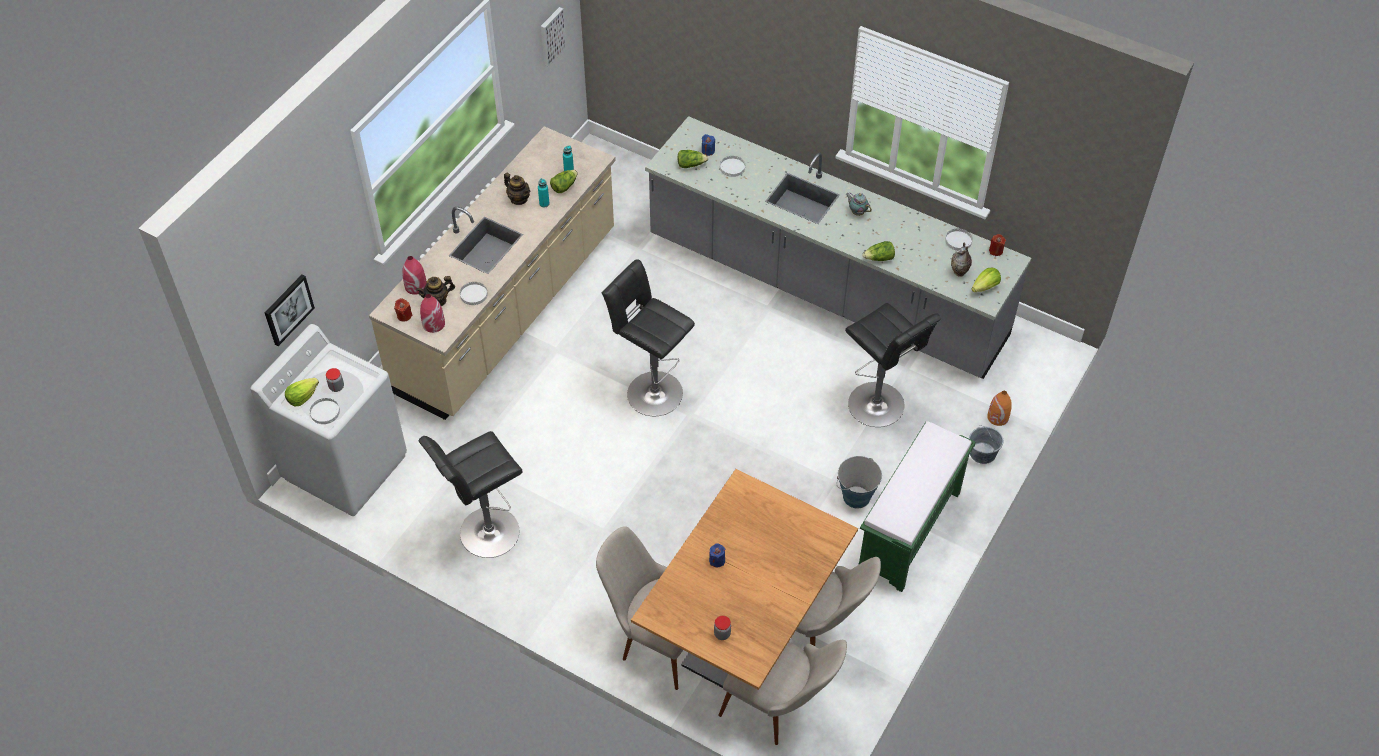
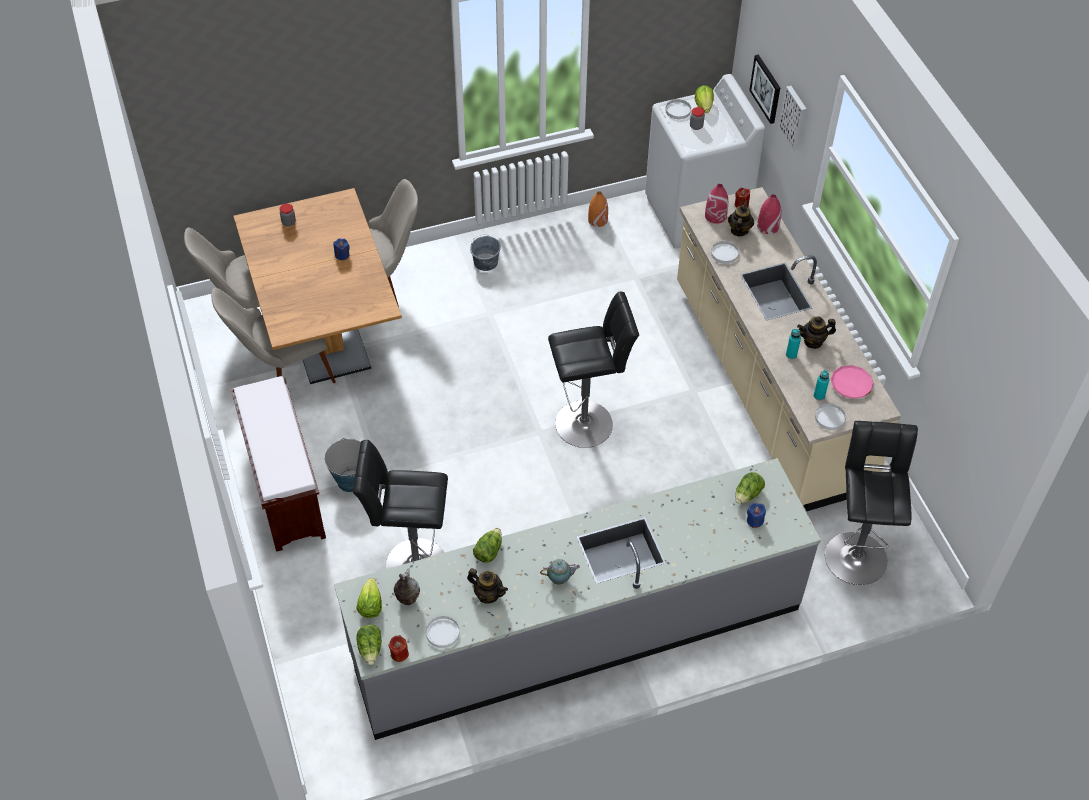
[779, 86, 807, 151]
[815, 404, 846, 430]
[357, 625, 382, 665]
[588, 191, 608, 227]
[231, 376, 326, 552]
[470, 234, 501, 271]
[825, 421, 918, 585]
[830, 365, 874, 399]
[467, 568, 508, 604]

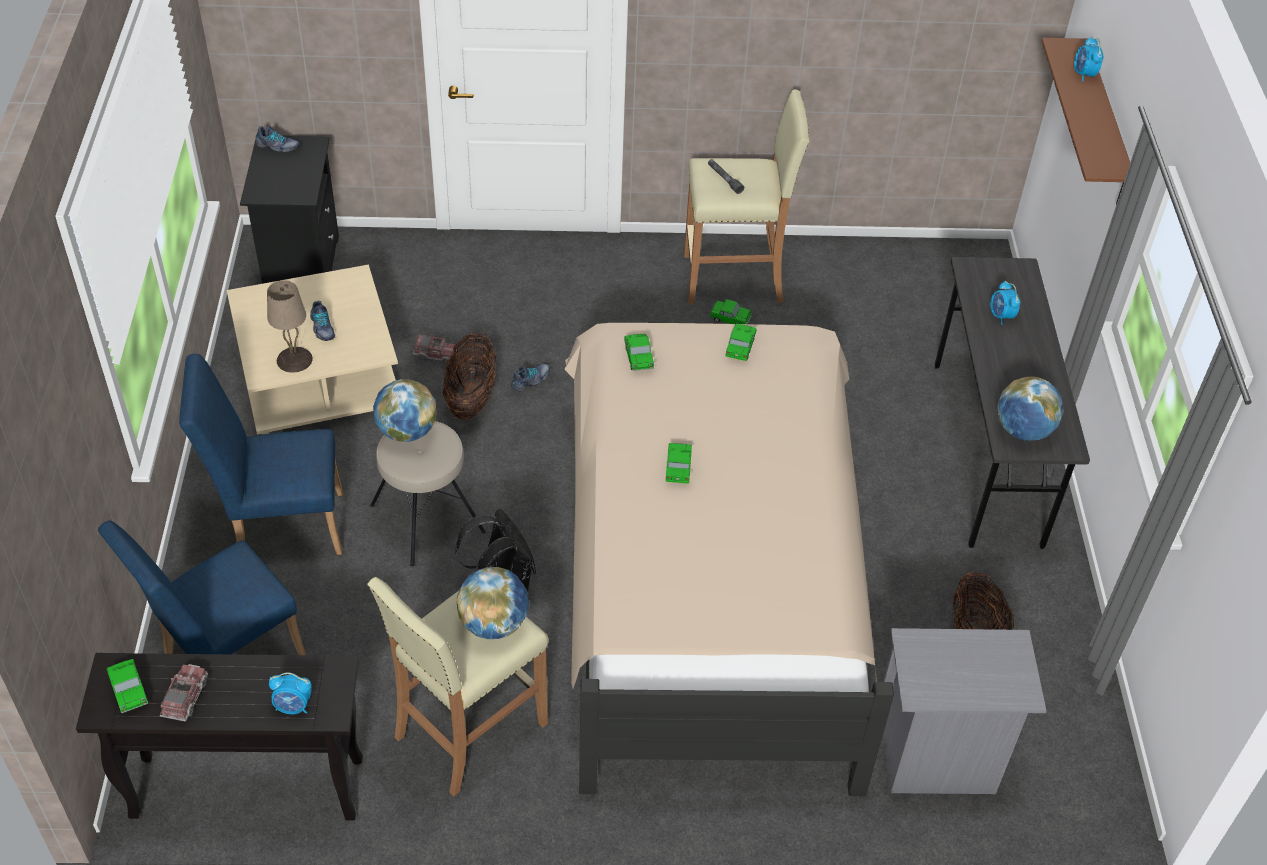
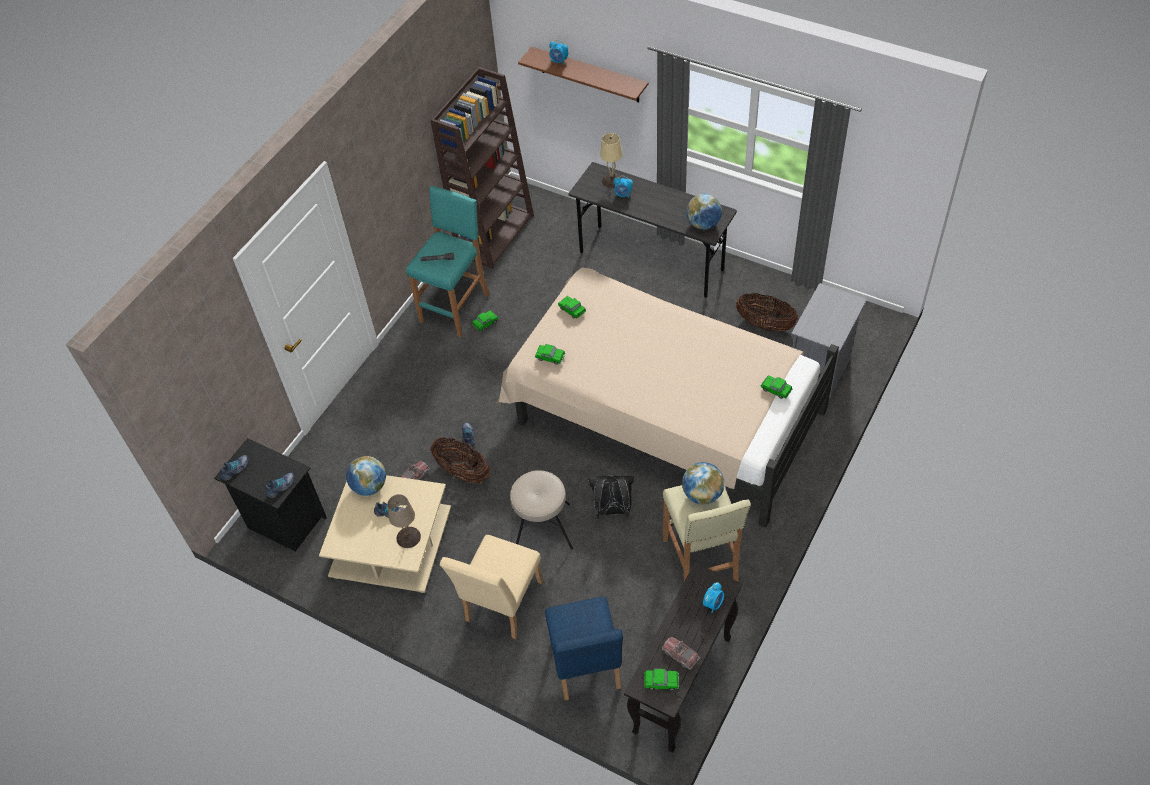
[406, 186, 490, 337]
[440, 535, 543, 639]
[346, 456, 386, 496]
[760, 375, 792, 399]
[430, 67, 534, 269]
[600, 133, 623, 188]
[266, 472, 294, 498]

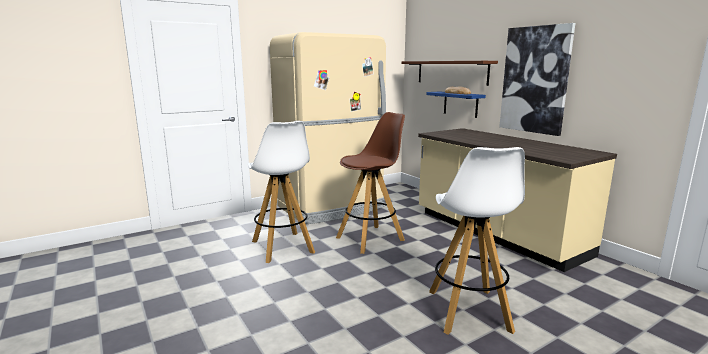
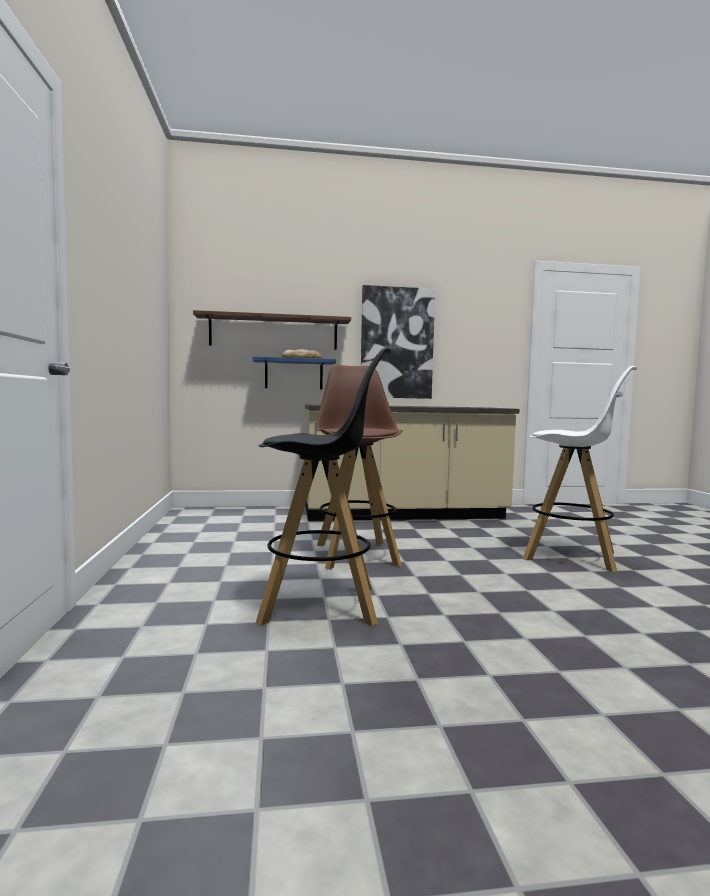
[270, 32, 386, 224] (first image)
[256, 348, 391, 626]

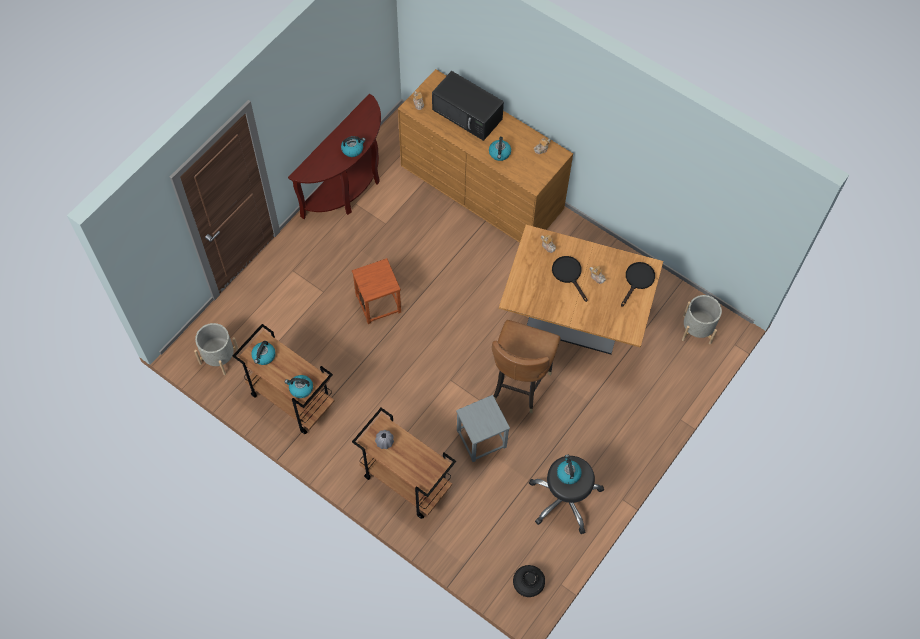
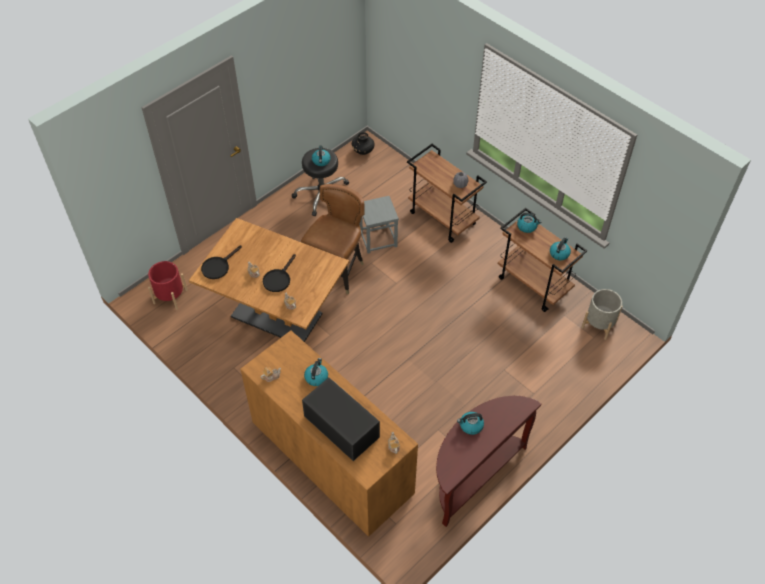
[263, 254, 296, 292]
[352, 258, 401, 324] (first image)
[148, 261, 188, 310]

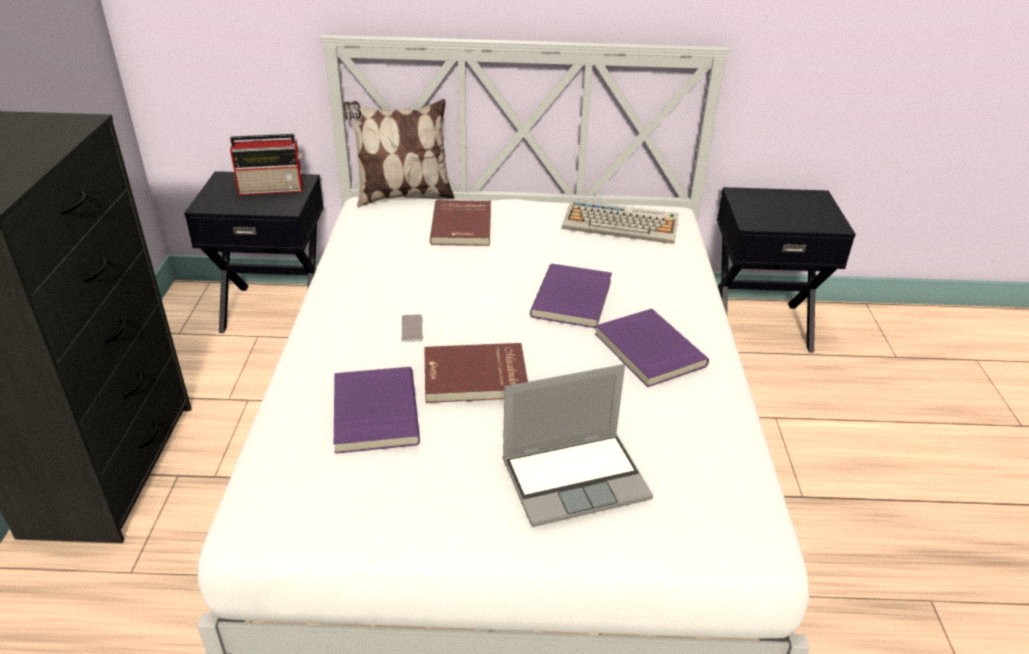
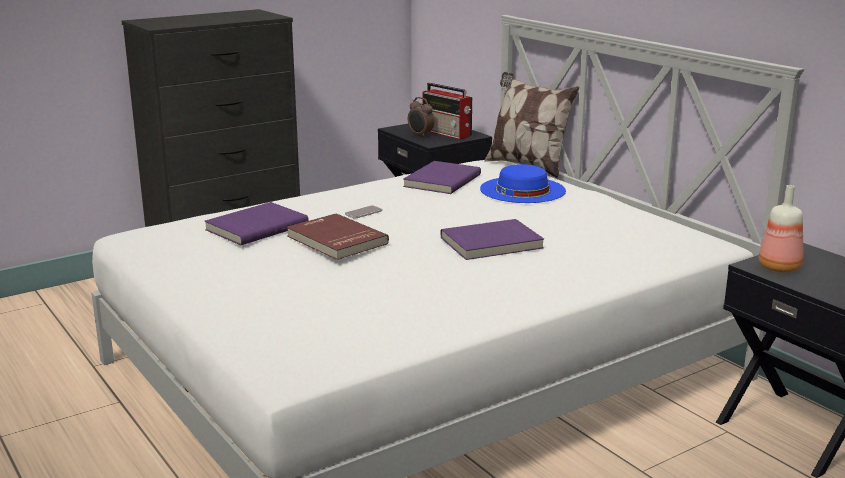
[480, 164, 566, 203]
[562, 200, 679, 244] (first image)
[403, 161, 481, 194]
[502, 364, 653, 527] (first image)
[408, 97, 434, 138]
[758, 185, 803, 273]

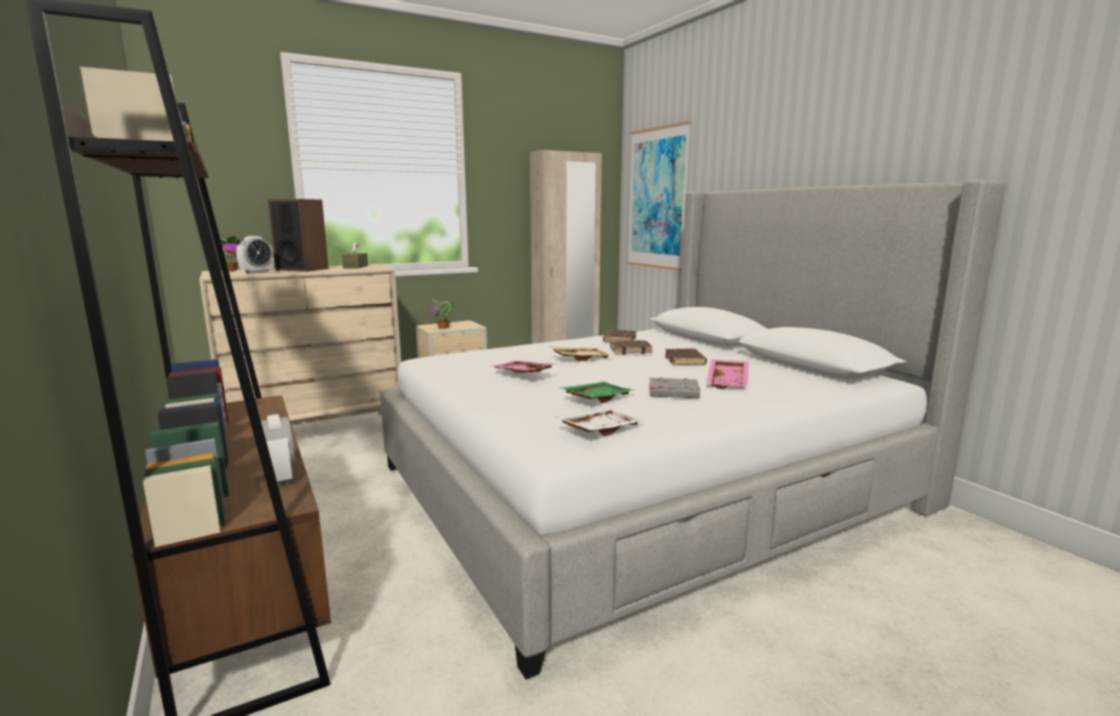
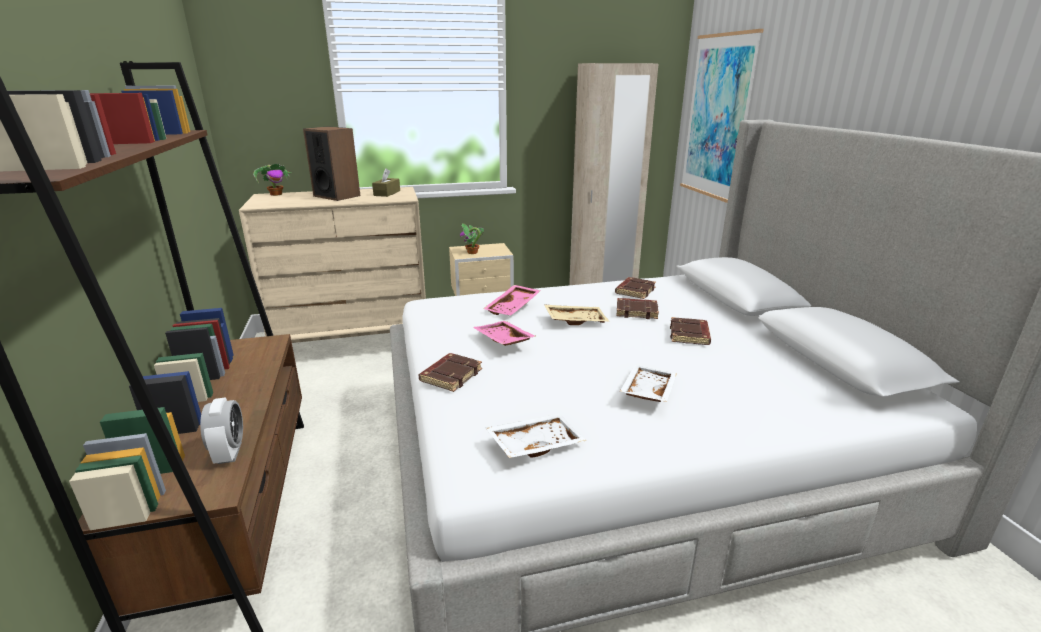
[236, 236, 274, 274] (first image)
[483, 285, 541, 315]
[619, 365, 677, 402]
[560, 381, 635, 403] (first image)
[419, 353, 482, 392]

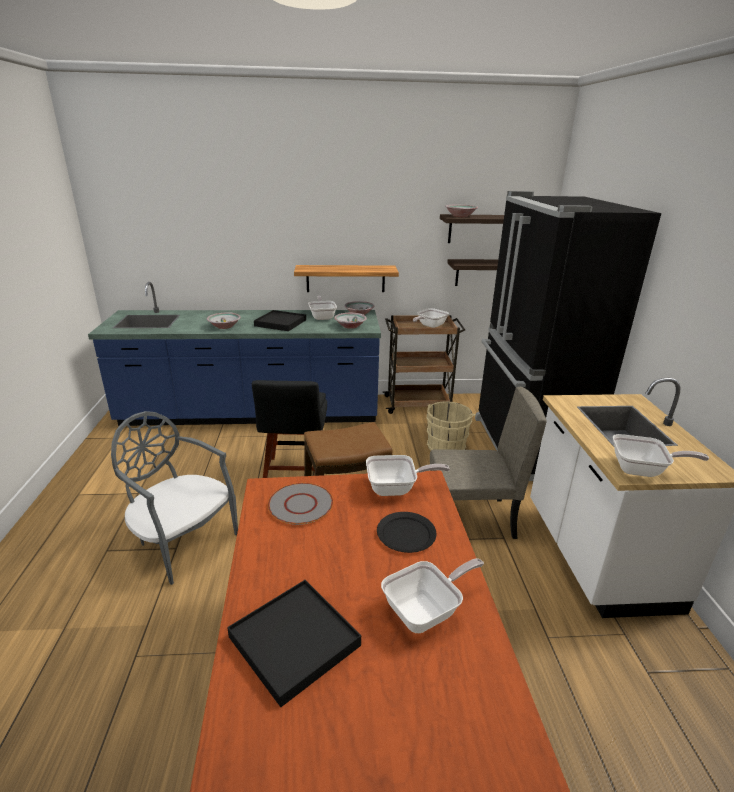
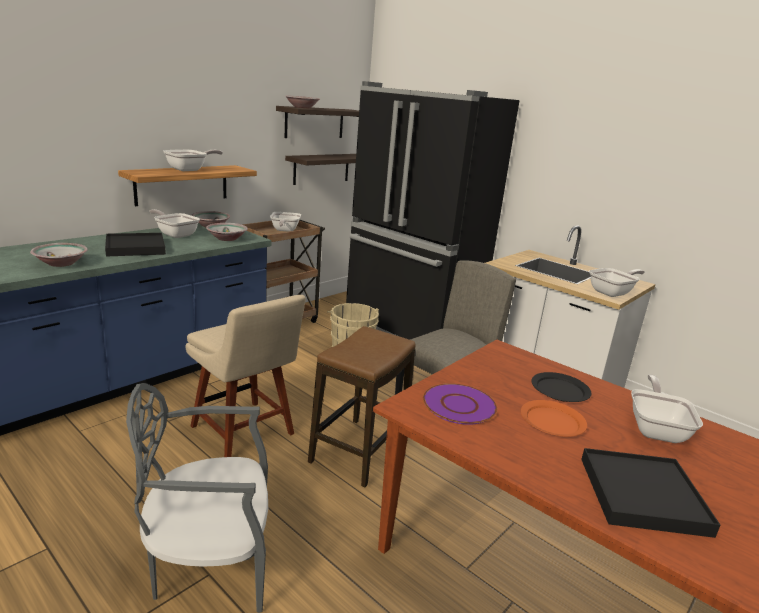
[186, 295, 306, 457]
[163, 150, 223, 171]
[423, 383, 497, 425]
[521, 400, 587, 437]

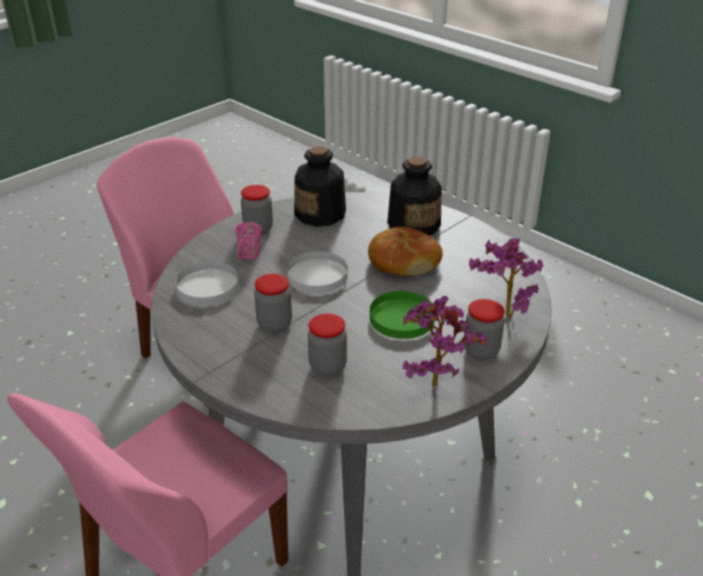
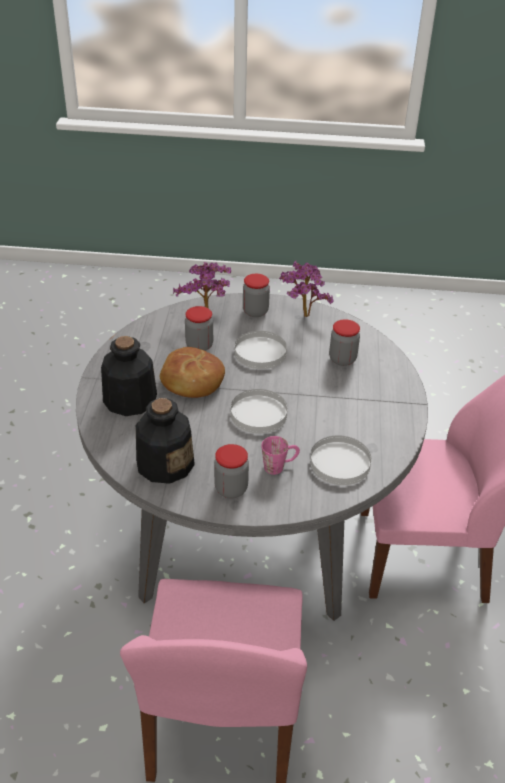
[185, 306, 213, 351]
[235, 331, 287, 369]

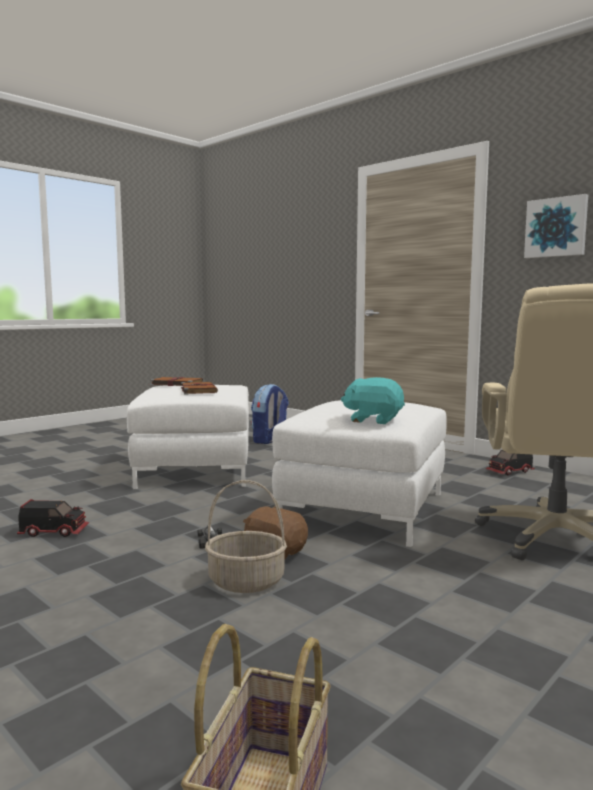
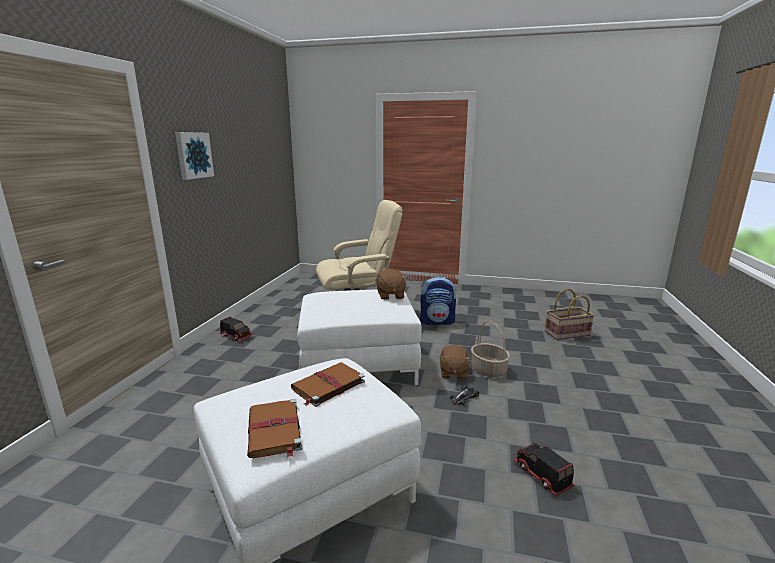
[376, 269, 408, 299]
[420, 277, 457, 325]

